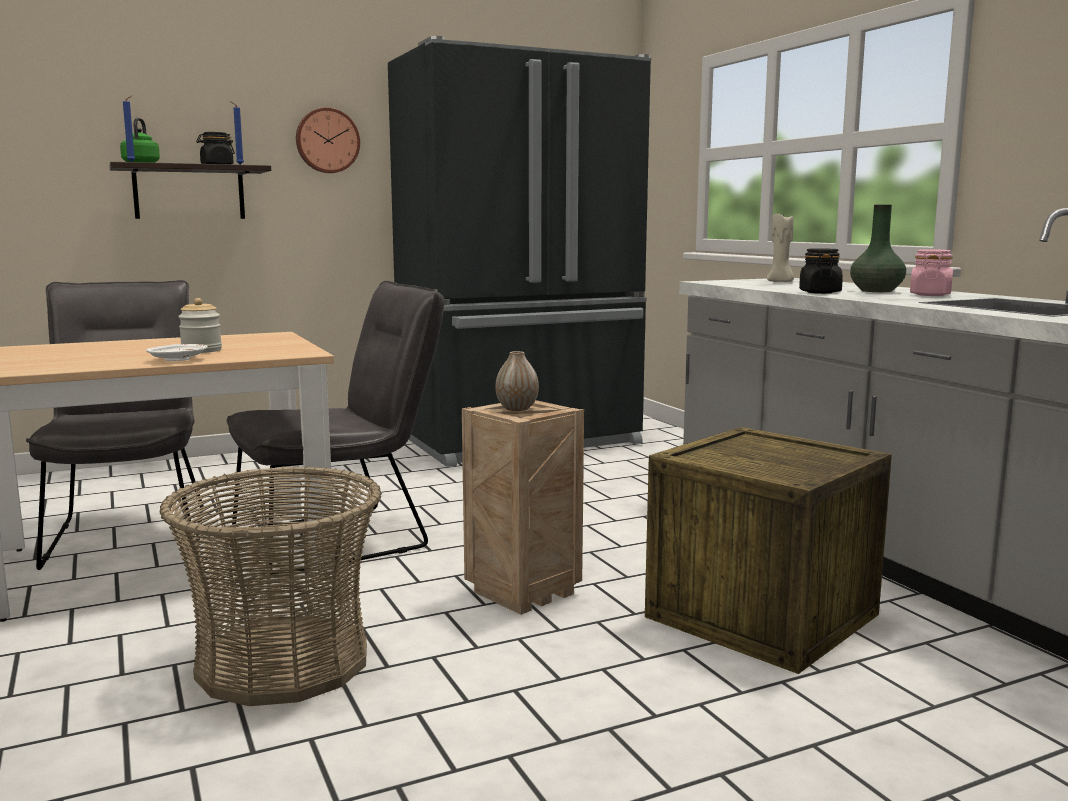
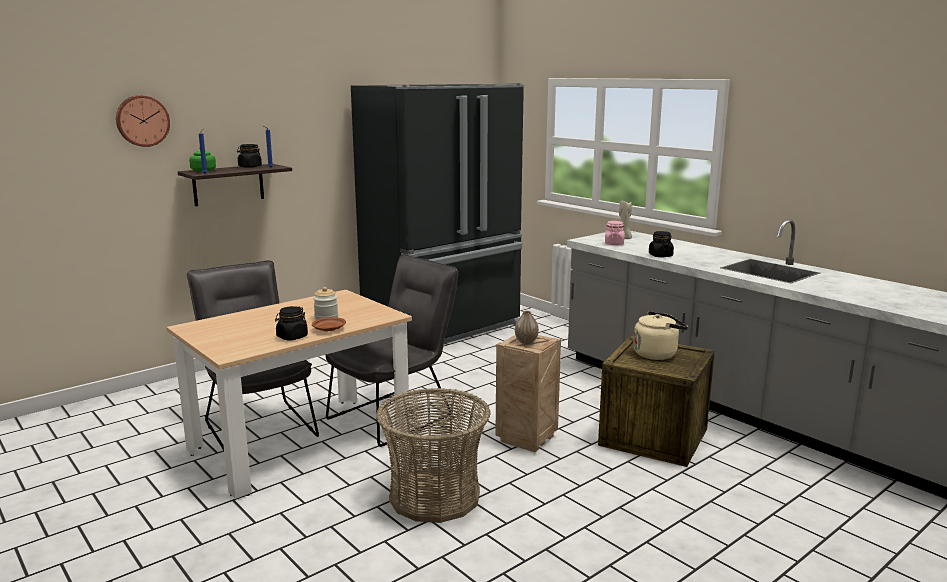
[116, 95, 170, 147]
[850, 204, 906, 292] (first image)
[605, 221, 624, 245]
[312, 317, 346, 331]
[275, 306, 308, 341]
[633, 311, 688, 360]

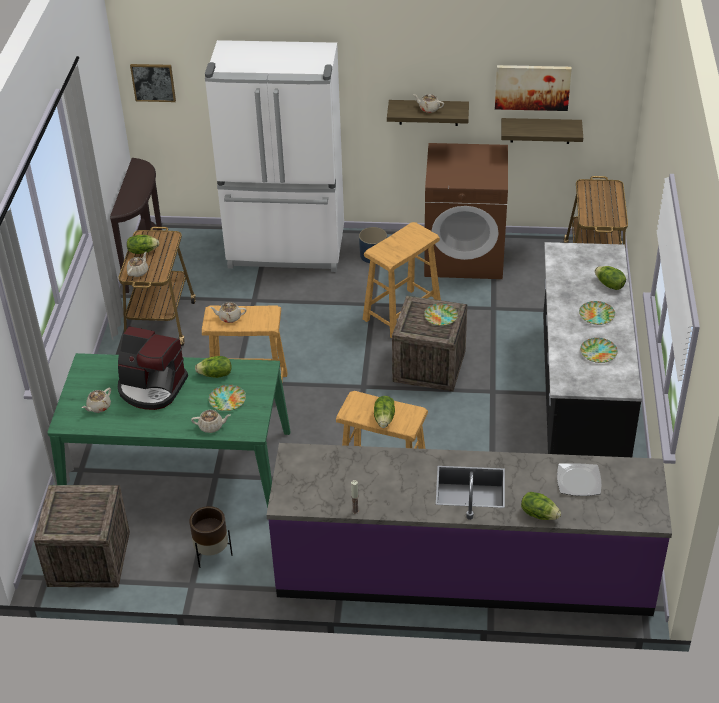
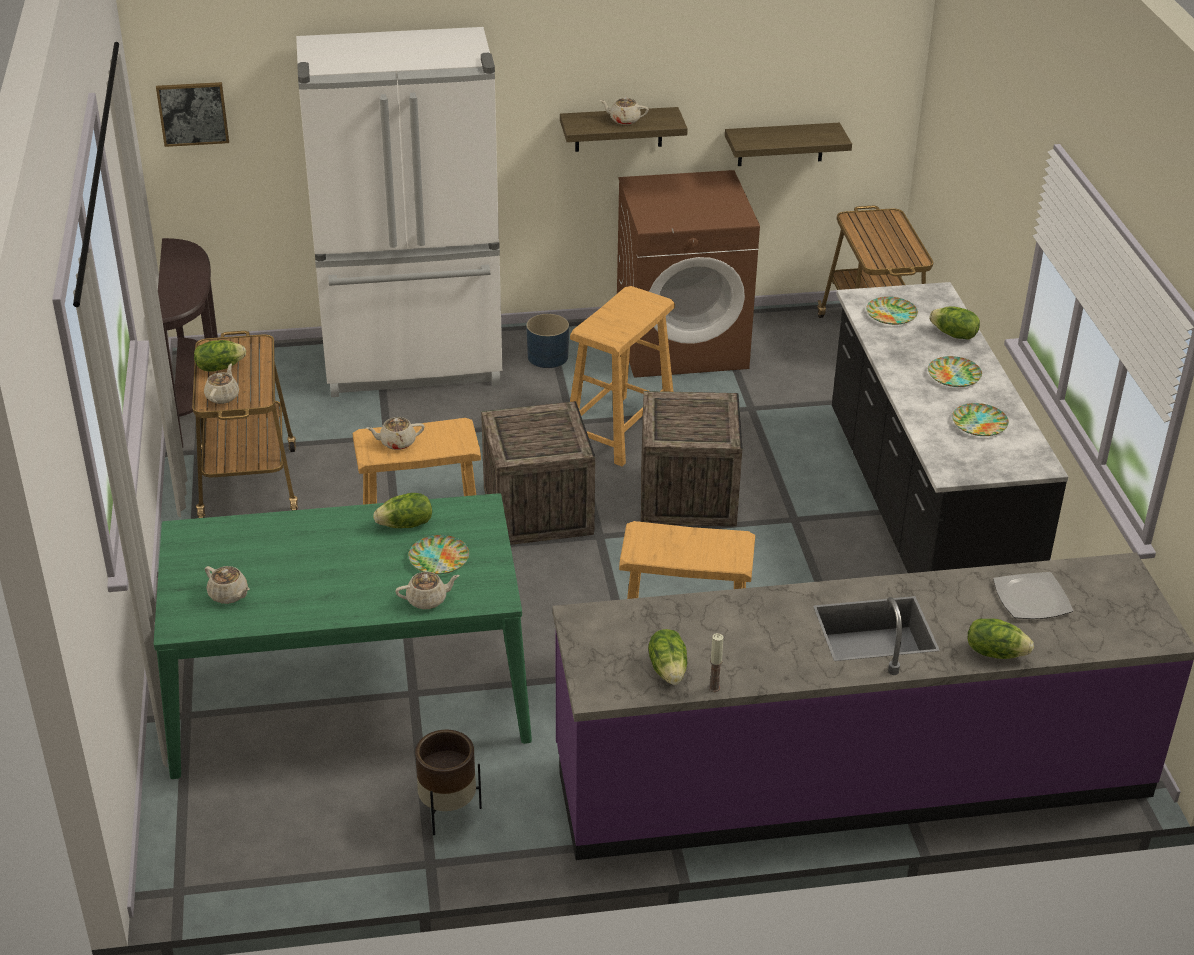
[495, 65, 572, 111] (first image)
[866, 297, 918, 325]
[118, 326, 188, 410] (first image)
[205, 566, 250, 604]
[648, 629, 687, 685]
[481, 401, 595, 545]

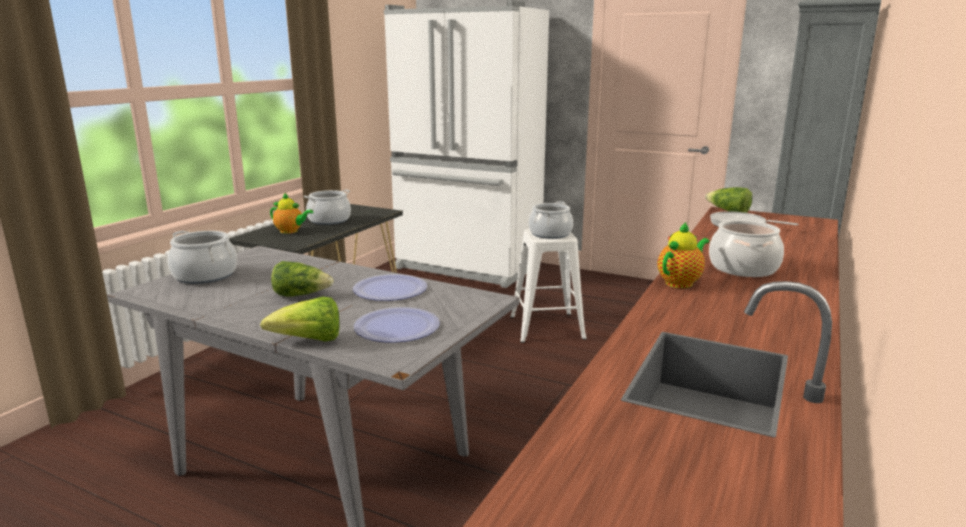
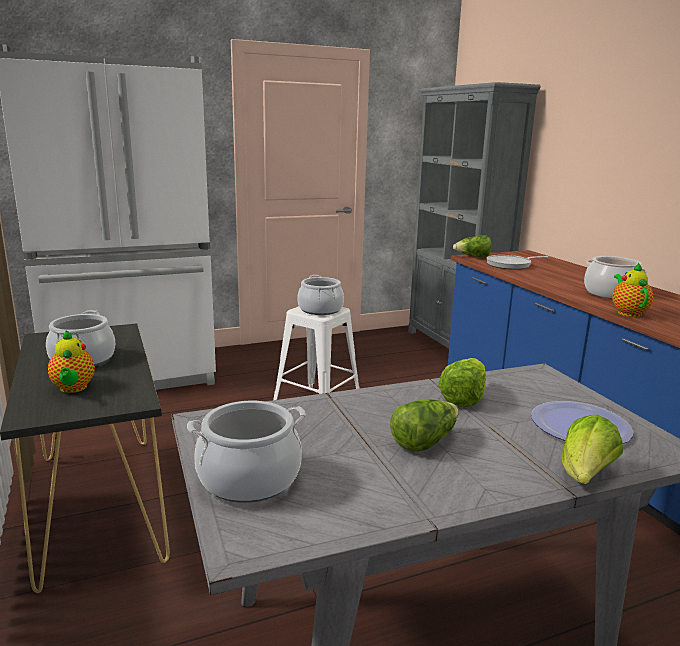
[48, 330, 95, 393]
[439, 358, 486, 407]

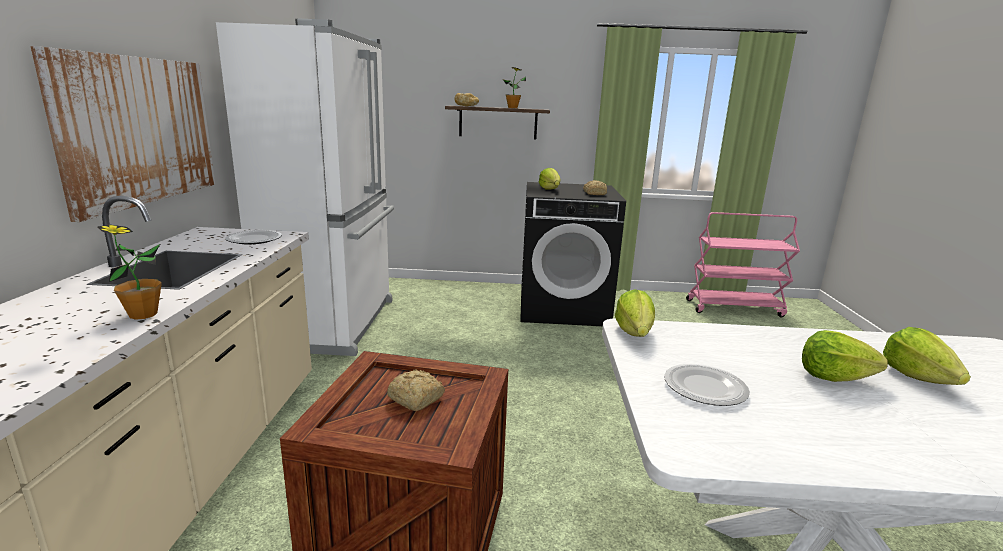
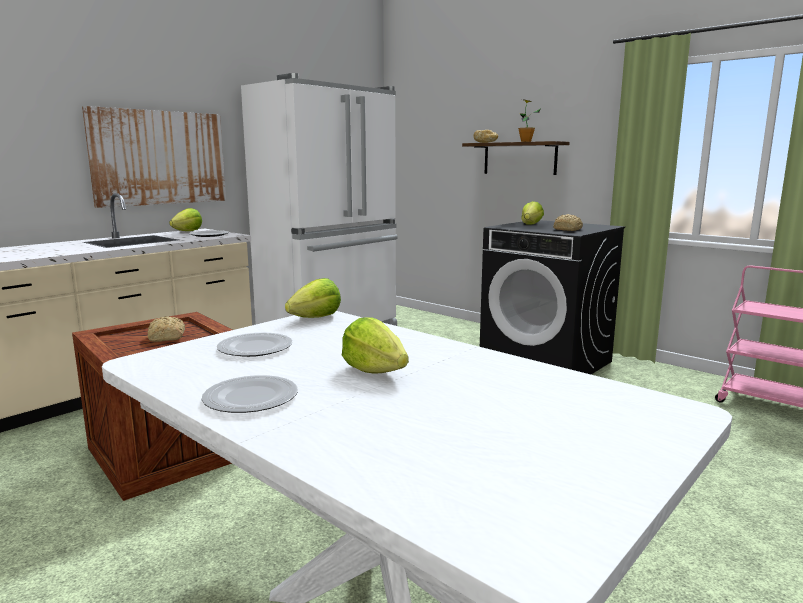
[97, 224, 162, 320] (first image)
[169, 208, 202, 231]
[202, 375, 298, 413]

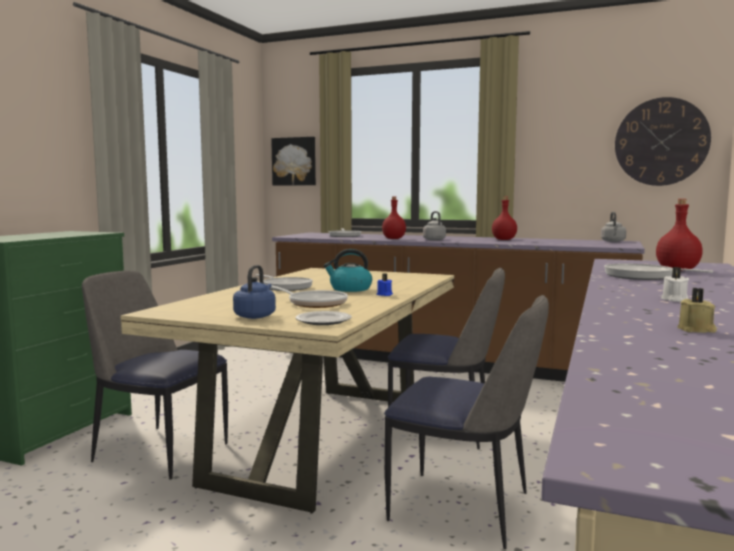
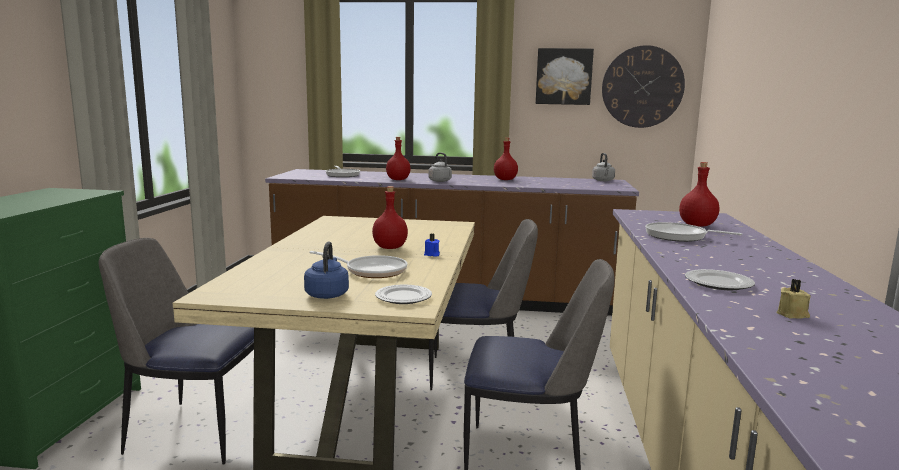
[536, 48, 594, 105]
[372, 186, 408, 249]
[661, 267, 689, 302] (first image)
[256, 274, 313, 291] (first image)
[685, 269, 755, 290]

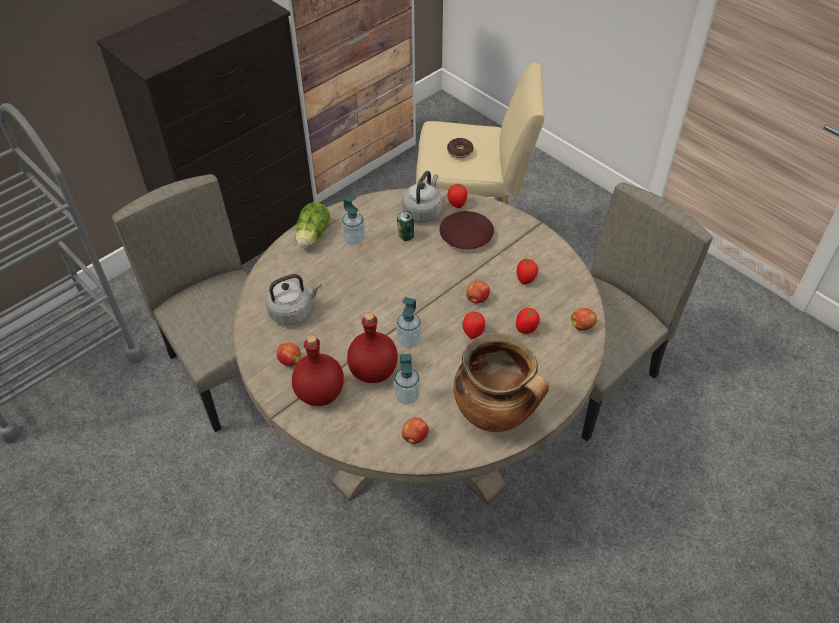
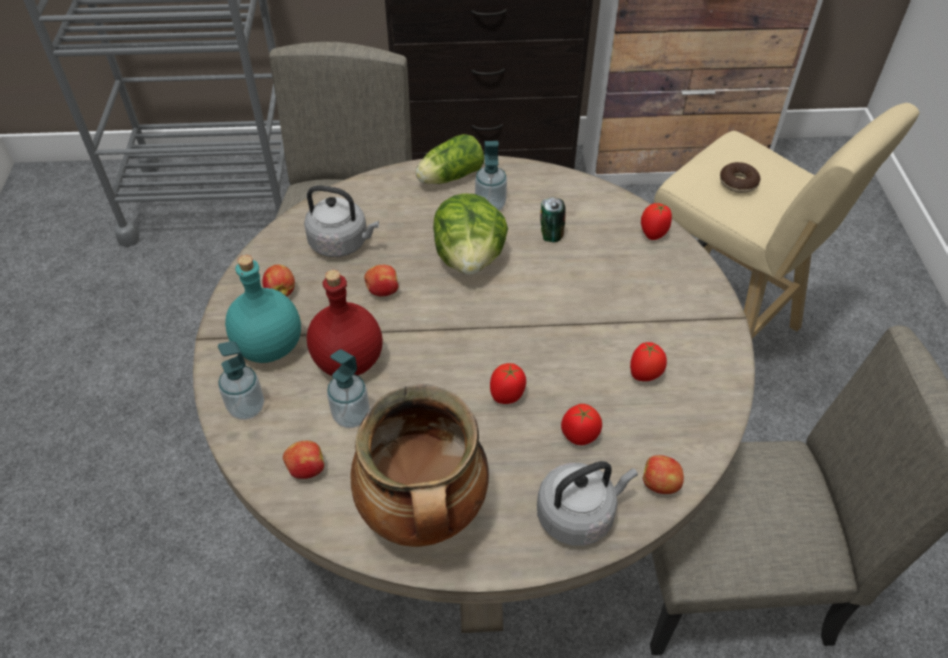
[537, 461, 638, 546]
[439, 211, 494, 249] (first image)
[364, 265, 398, 296]
[218, 341, 264, 420]
[225, 255, 301, 363]
[433, 193, 508, 275]

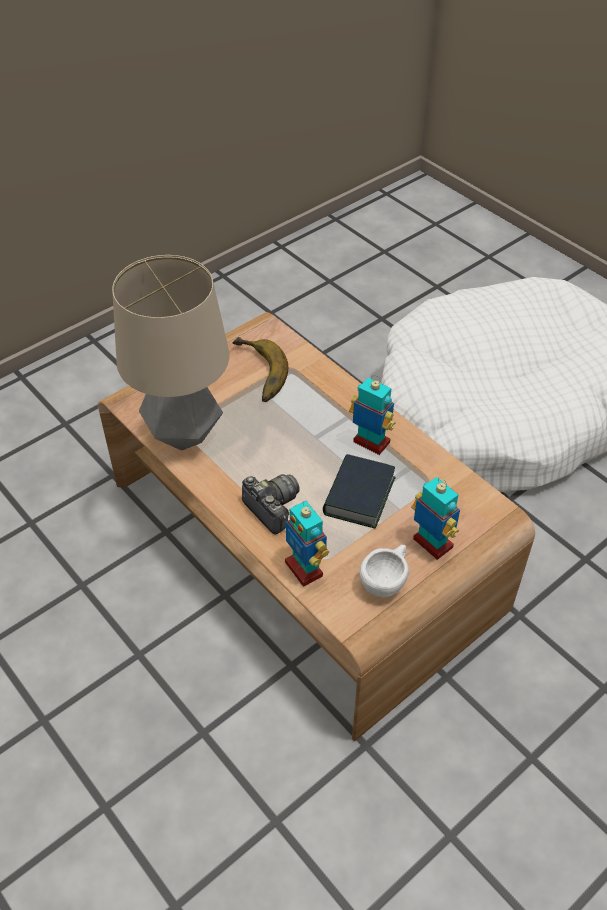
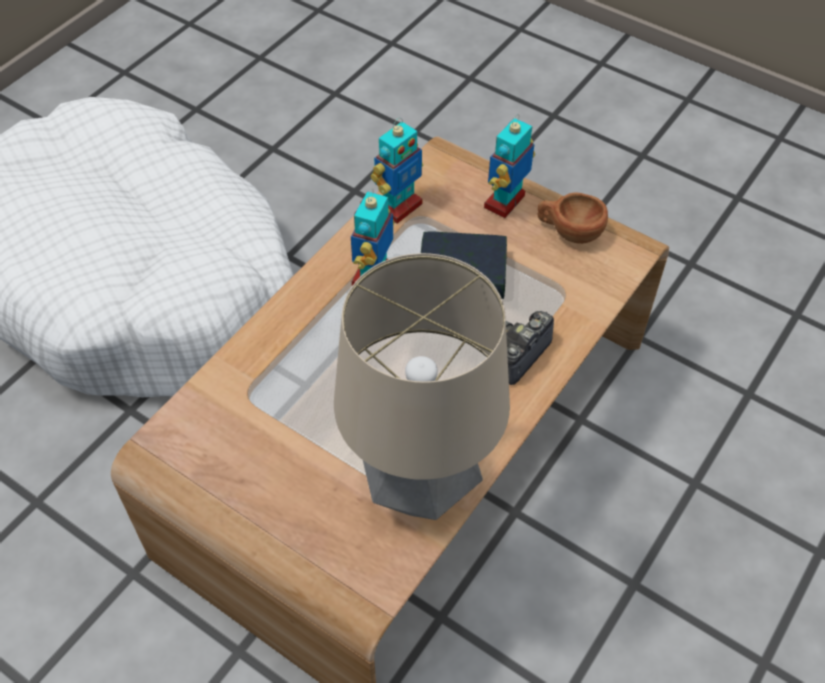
[233, 337, 288, 402] (first image)
[371, 118, 423, 224]
[538, 192, 608, 244]

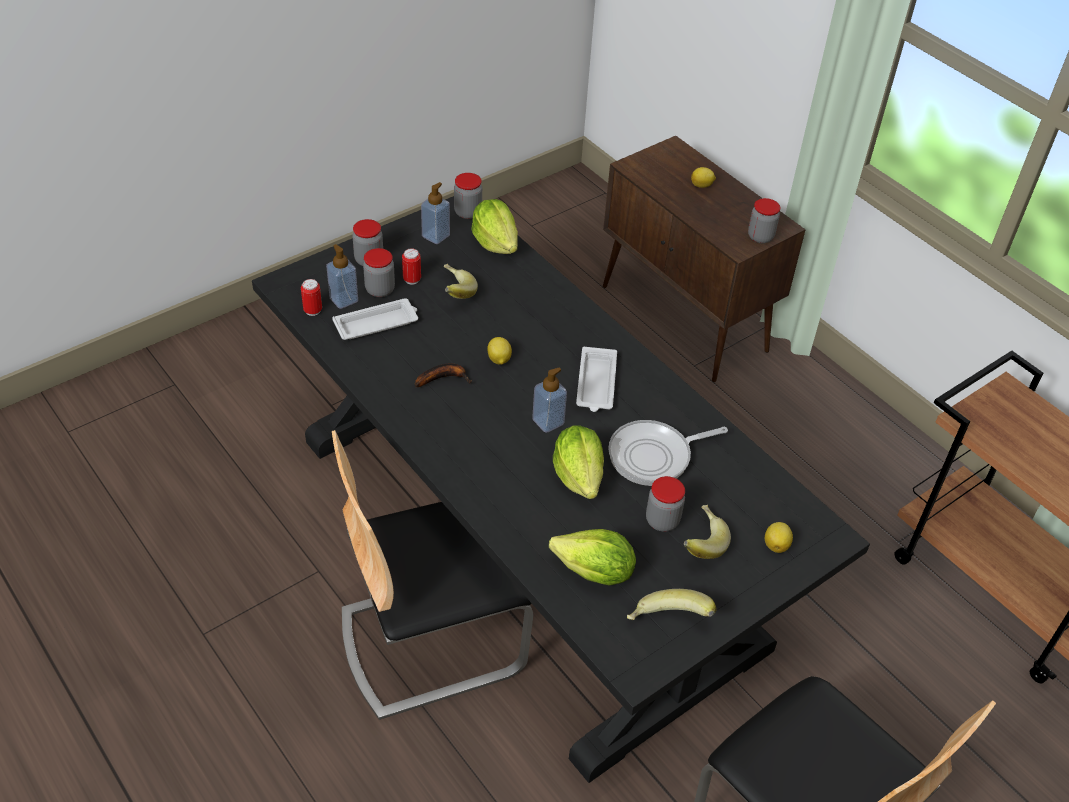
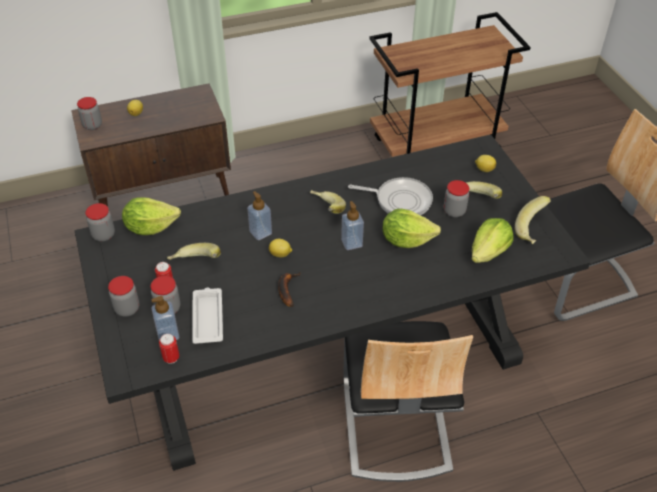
[247, 191, 272, 240]
[77, 97, 102, 130]
[310, 190, 346, 214]
[348, 177, 433, 215]

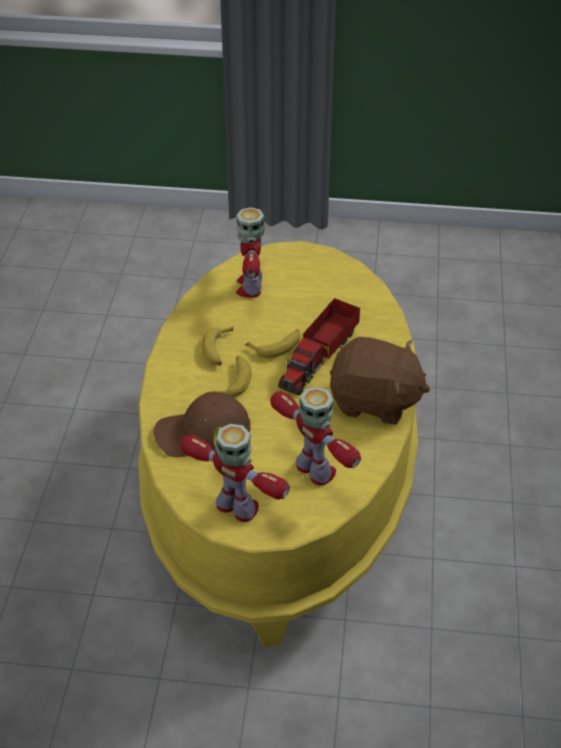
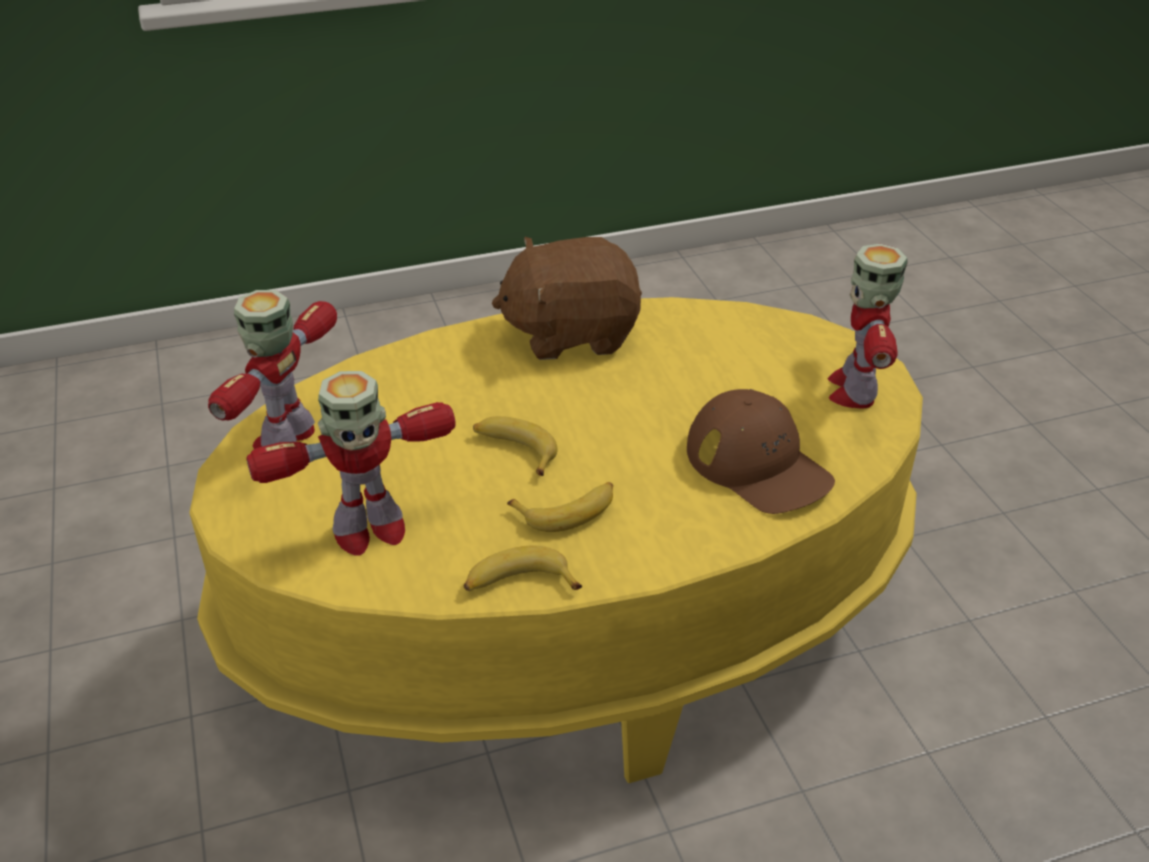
[278, 298, 360, 395] (first image)
[492, 237, 642, 360]
[464, 546, 582, 591]
[208, 290, 337, 449]

